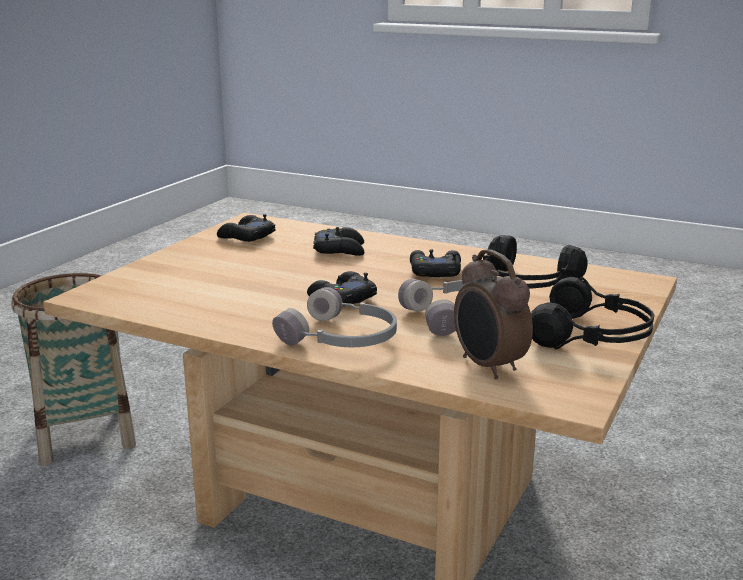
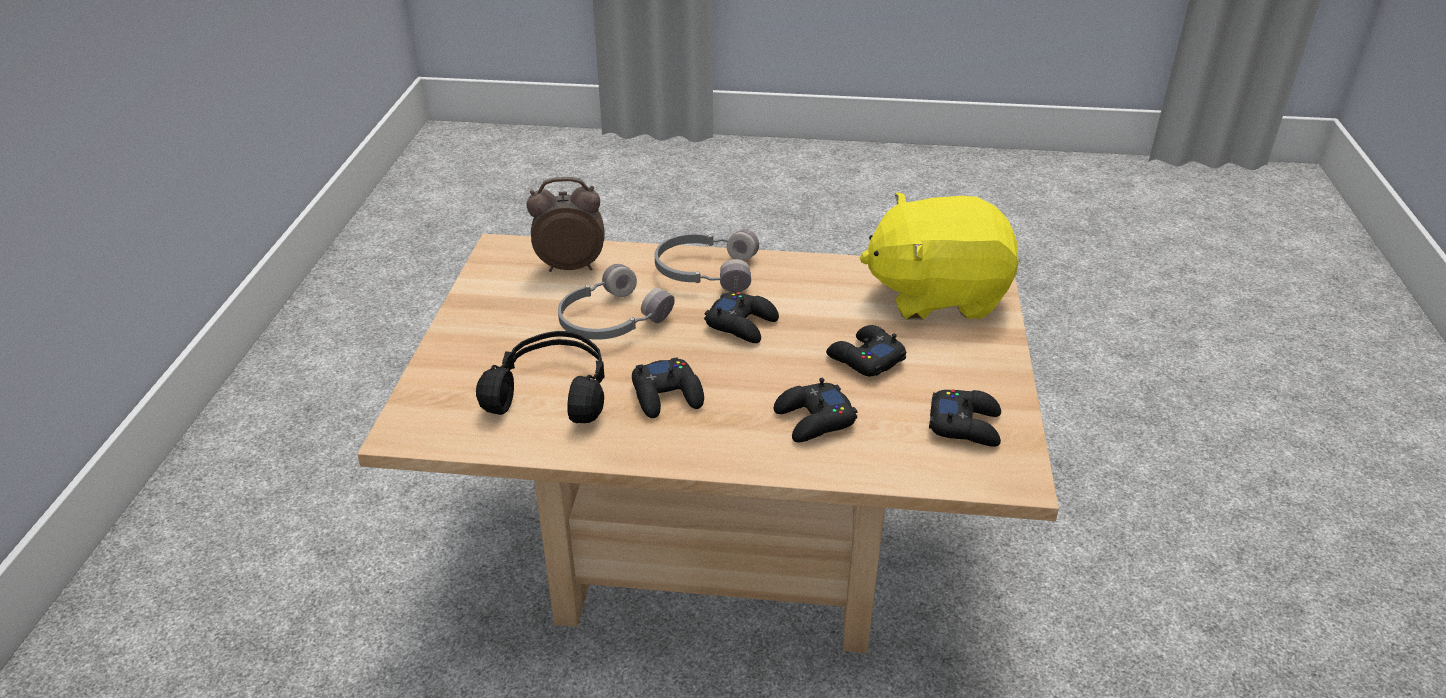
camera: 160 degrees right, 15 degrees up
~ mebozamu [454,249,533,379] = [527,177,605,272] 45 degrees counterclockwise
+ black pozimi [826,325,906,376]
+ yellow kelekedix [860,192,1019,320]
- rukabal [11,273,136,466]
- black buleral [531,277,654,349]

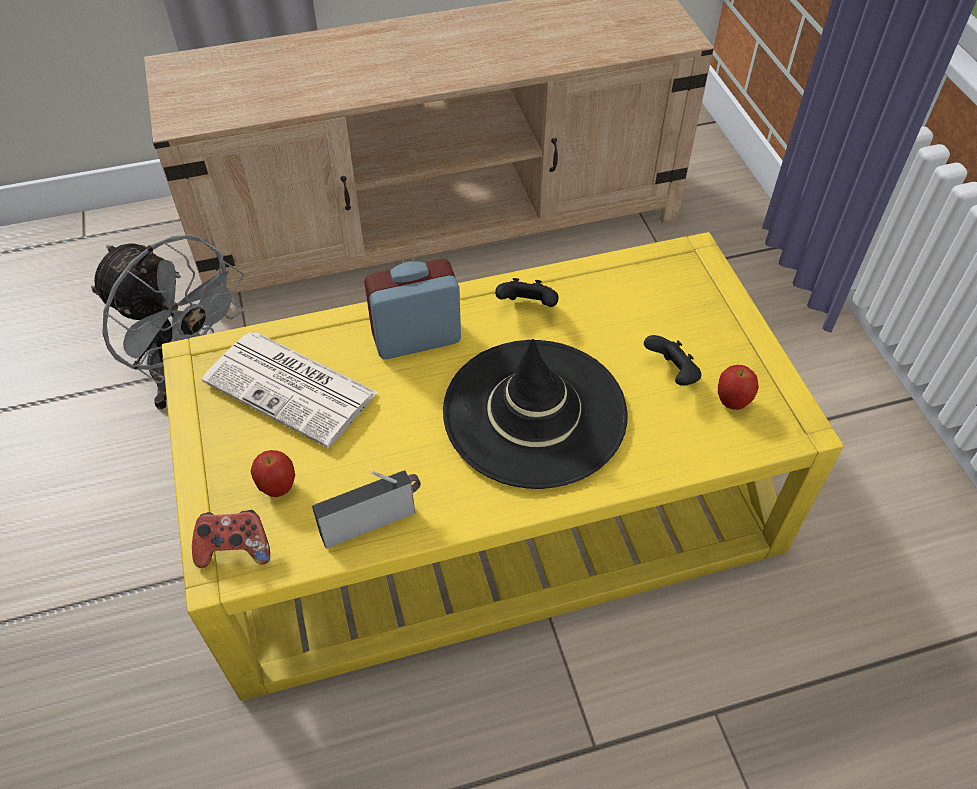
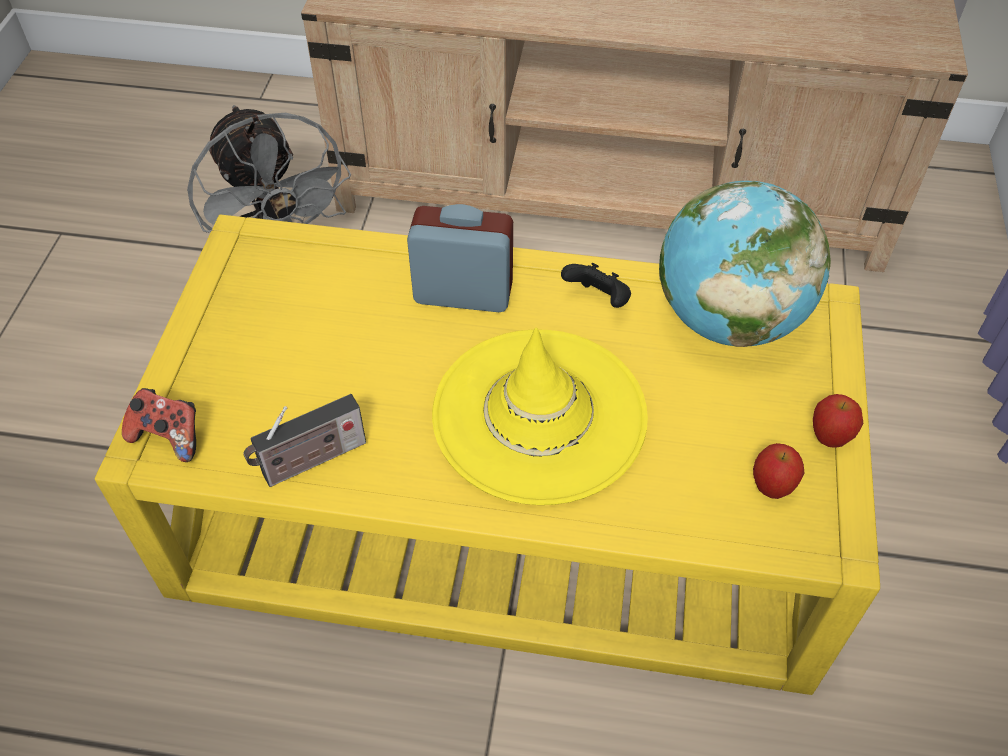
camera: 25 degrees right, 0 degrees up
~ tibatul [312,470,421,549] = [243,394,366,487] 150 degrees clockwise
~ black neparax [443,339,628,489] to yellow neparax [432,328,648,505]
+ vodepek [659,181,831,347]
~ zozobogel [251,450,295,497] to [813,394,863,448]
- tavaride [202,332,378,448]
- black pozimi [644,335,701,386]

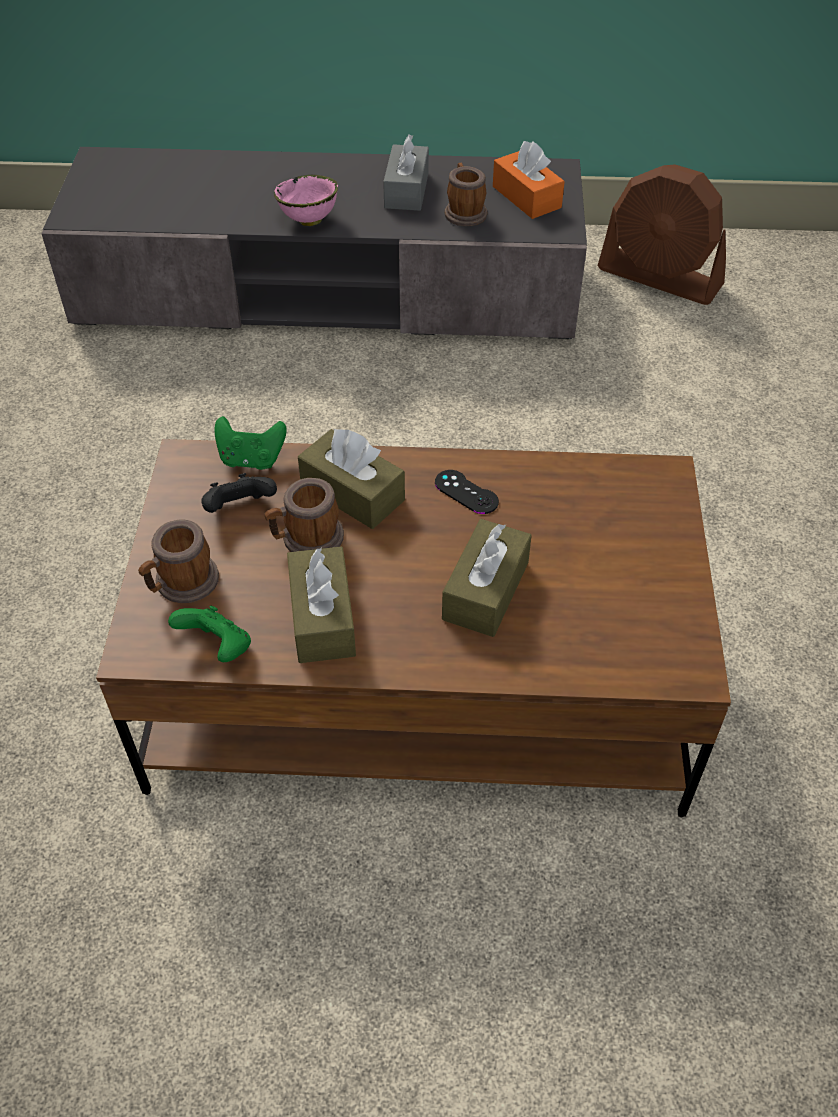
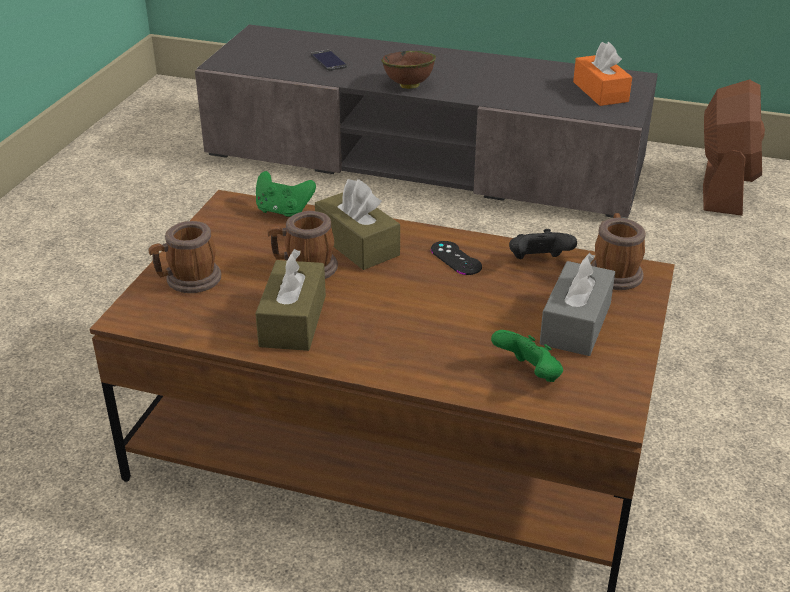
camera: 15 degrees right, 15 degrees down
+ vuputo [311,50,347,71]
~ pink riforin [274,174,338,226] to brown riforin [381,51,436,89]
~ green pozimi [168,606,251,662] to [491,330,563,382]
~ black pozimi [201,473,277,513] to [509,229,577,259]
~ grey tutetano [383,134,429,211] to [539,253,615,356]
~ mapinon [445,163,487,226] to [591,213,646,290]
~ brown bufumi [598,164,726,305] = [703,79,765,216] 120 degrees counterclockwise
- brown tutetano [442,519,532,637]

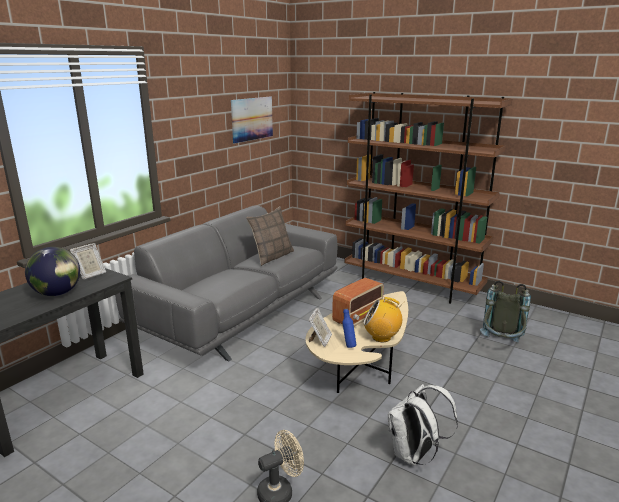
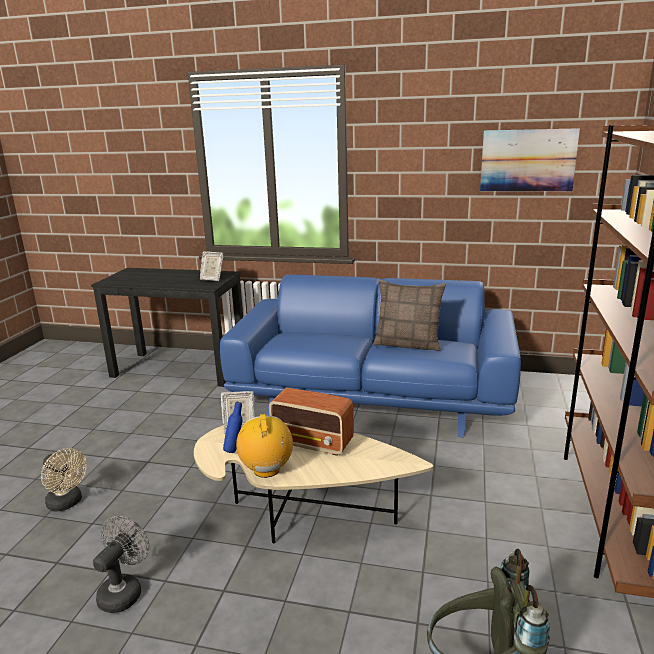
camera: 70 degrees right, 0 degrees up
~ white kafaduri [388,384,458,466] to grey bufumi [93,516,149,613]
~ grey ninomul [115,205,338,361] to blue ninomul [220,274,521,437]
- vodepek [25,247,80,296]

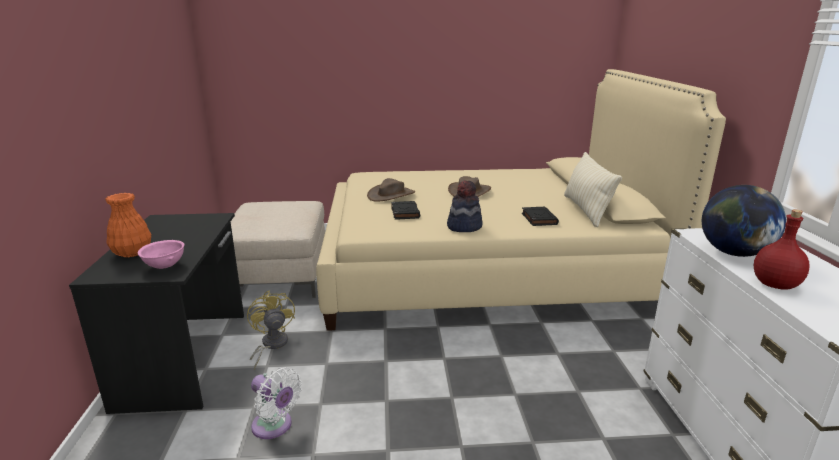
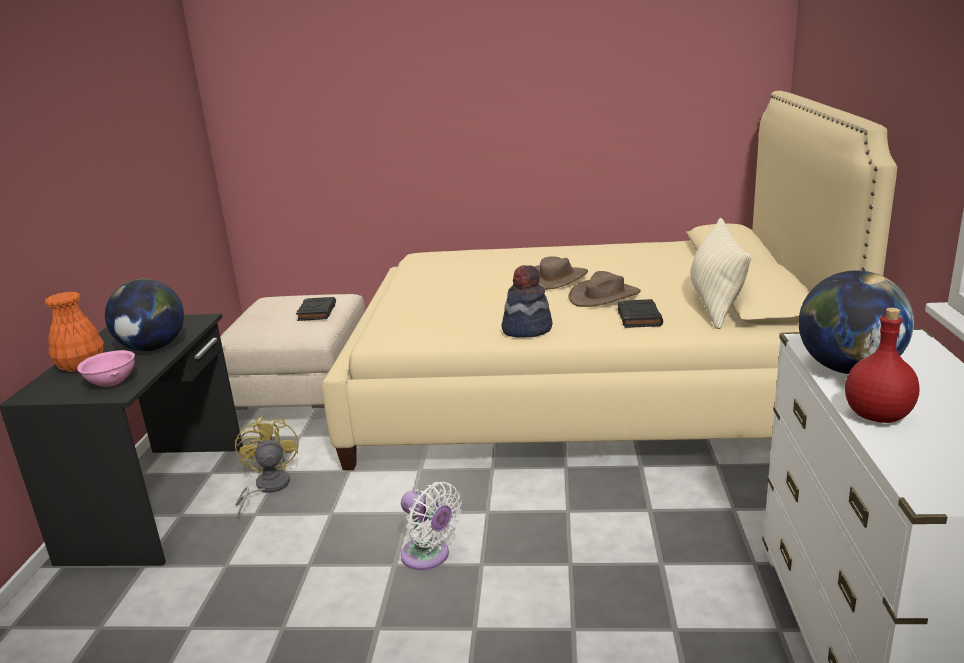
camera: 10 degrees right, 0 degrees up
+ vodepek [105,279,184,351]
~ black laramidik [391,201,420,220] to [296,297,336,321]
~ white bufumi [251,367,302,439] to [401,482,462,570]
~ brown neparax [367,178,415,202] to [568,271,641,307]

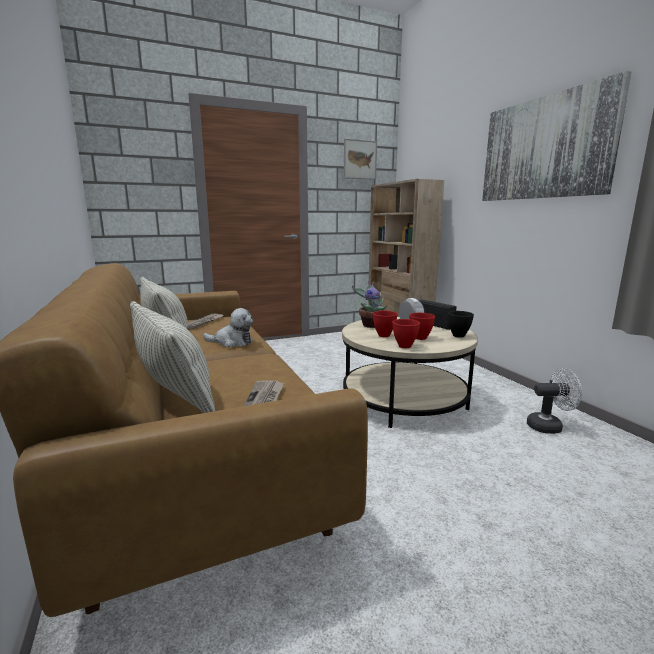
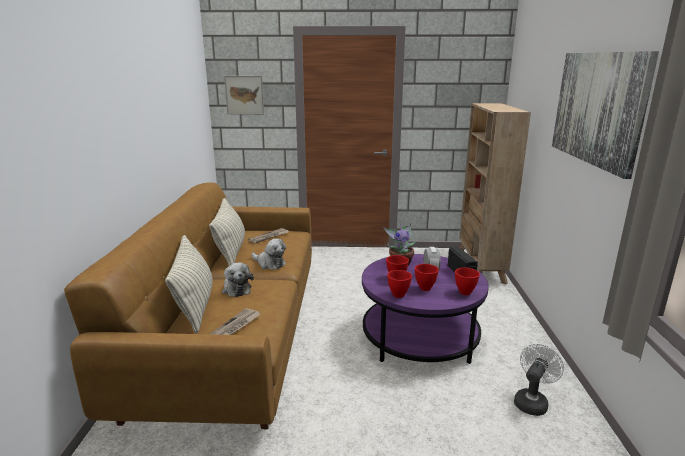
camera: 25 degrees right, 5 degrees up
+ kelekedix [222,262,254,297]
~ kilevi [344,139,377,180] to [224,76,264,115]
~ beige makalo [342,317,478,428] to purple makalo [362,254,489,364]
~ black riforin [448,311,474,338] to red riforin [455,268,480,295]
~ white bufumi [527,368,582,434] = [514,344,564,416] 75 degrees counterclockwise

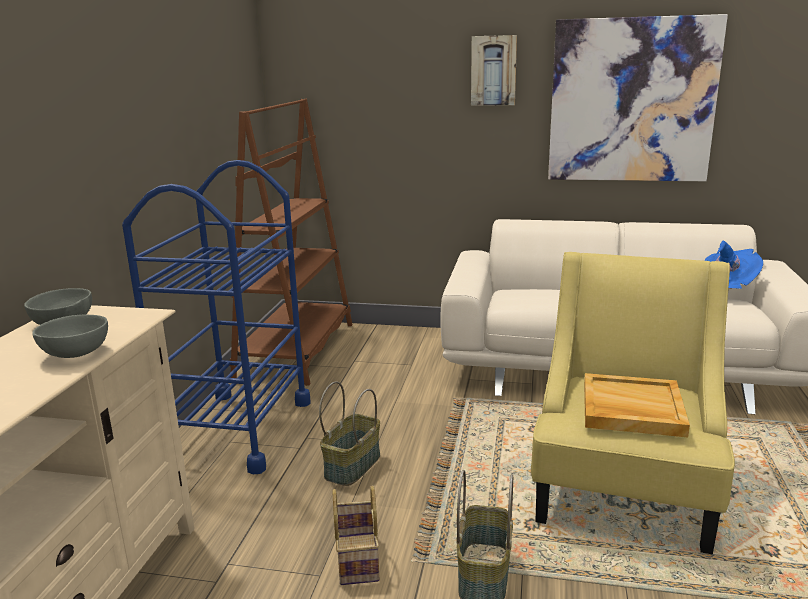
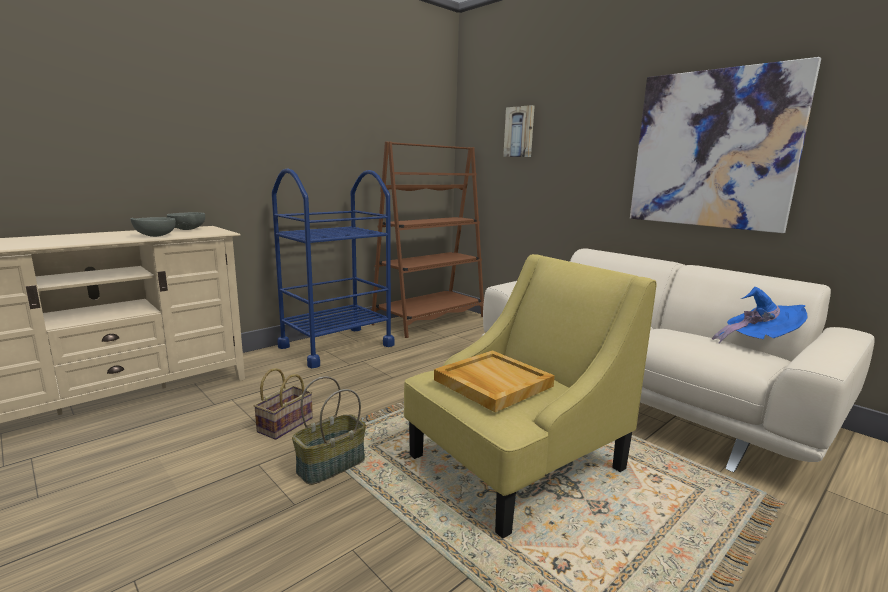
camera: 35 degrees right, 5 degrees down
~ kilevi [471,35,517,106] to [503,105,534,157]
- rukabal [319,381,380,486]

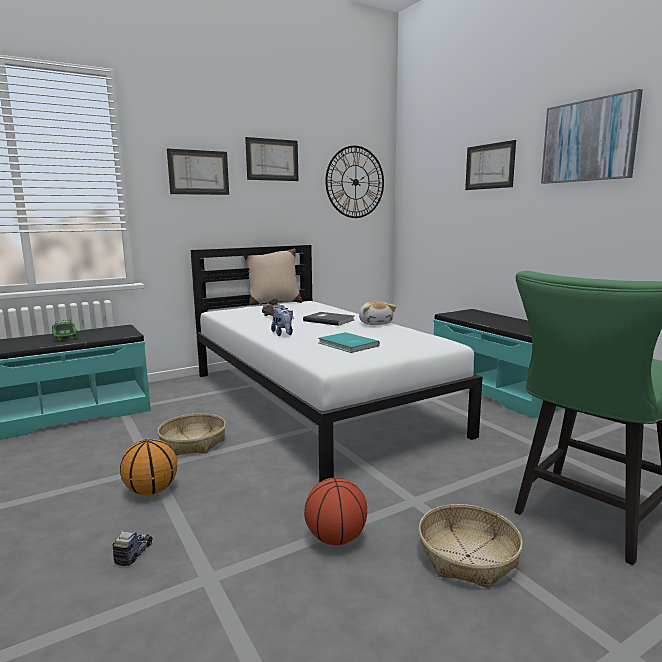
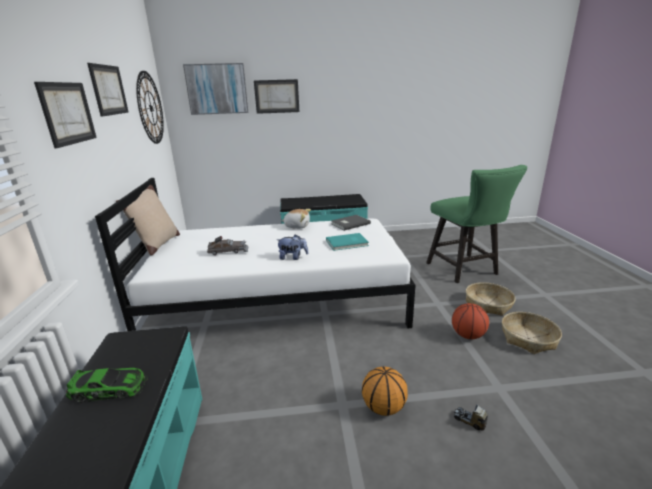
camera: 65 degrees left, 10 degrees up
~ kilevi [541,89,643,184] to [183,63,249,115]
~ grey laramidik [303,312,354,326] to [332,215,371,231]
~ rukabal [157,413,226,456] to [502,312,562,354]

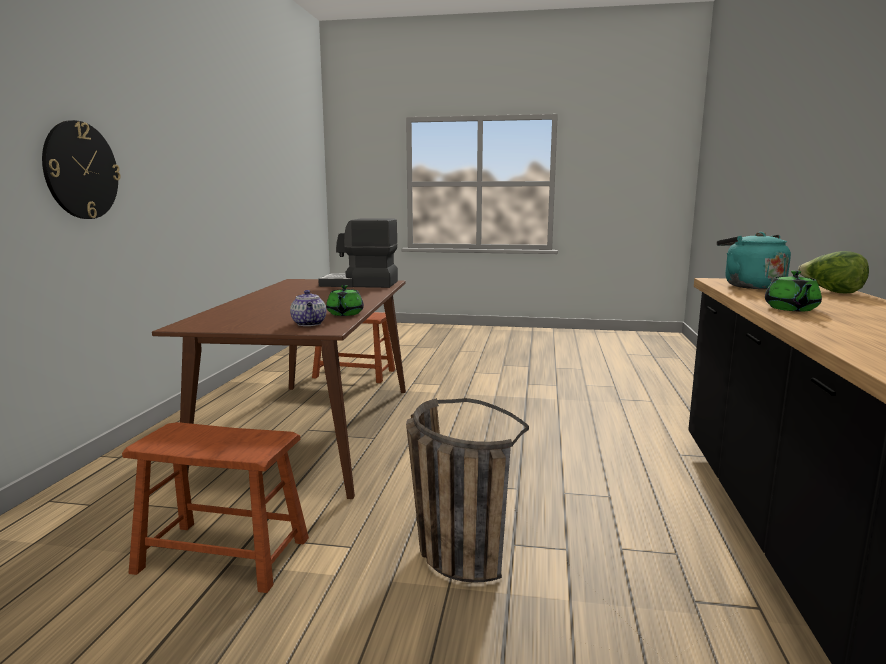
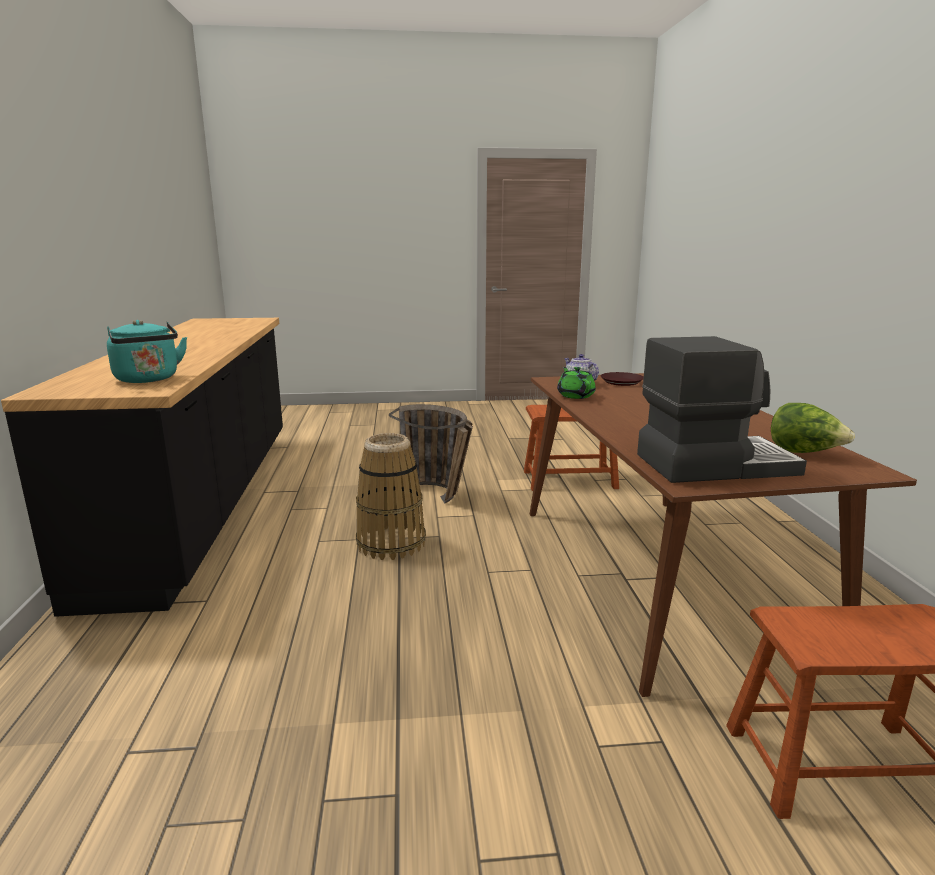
camera: 165 degrees right, 5 degrees up
+ rukabal [356,433,426,560]
+ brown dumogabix [601,372,644,386]
~ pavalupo [798,251,869,294] to [771,403,855,453]
- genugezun [42,120,121,219]
- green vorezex [765,270,822,311]

